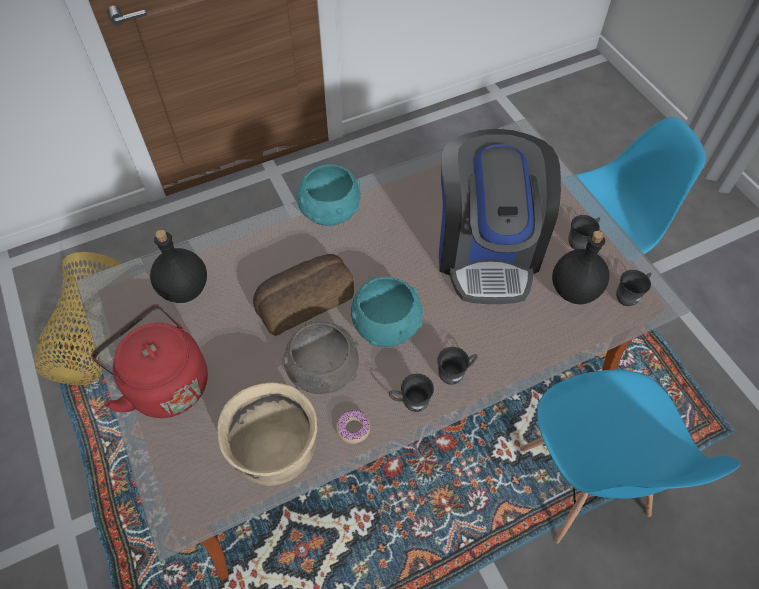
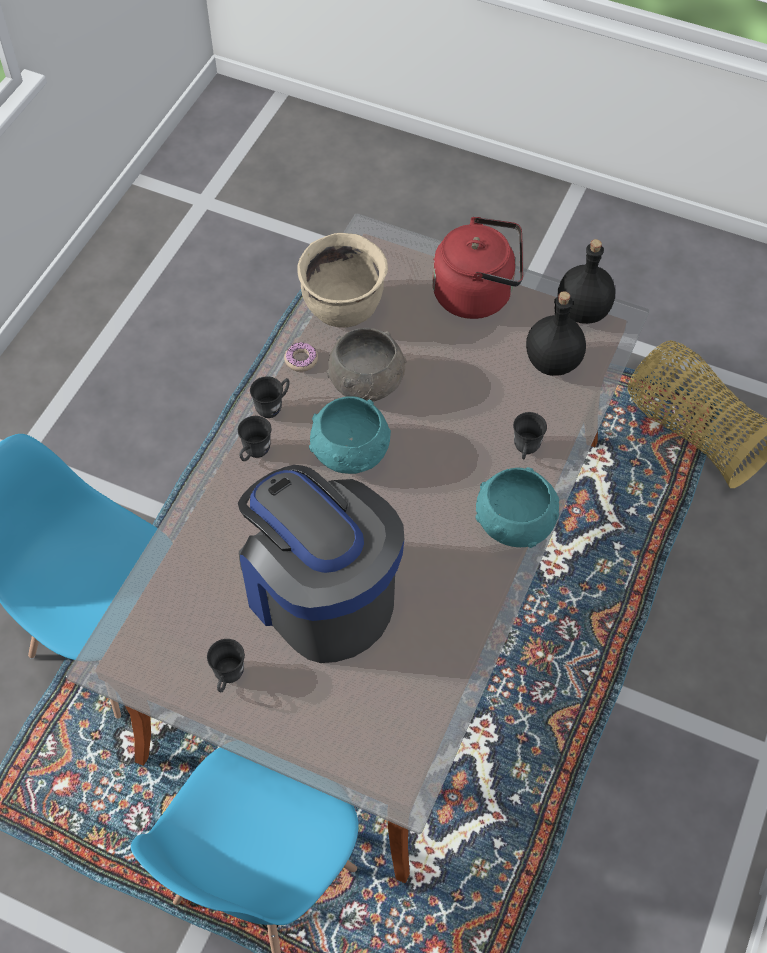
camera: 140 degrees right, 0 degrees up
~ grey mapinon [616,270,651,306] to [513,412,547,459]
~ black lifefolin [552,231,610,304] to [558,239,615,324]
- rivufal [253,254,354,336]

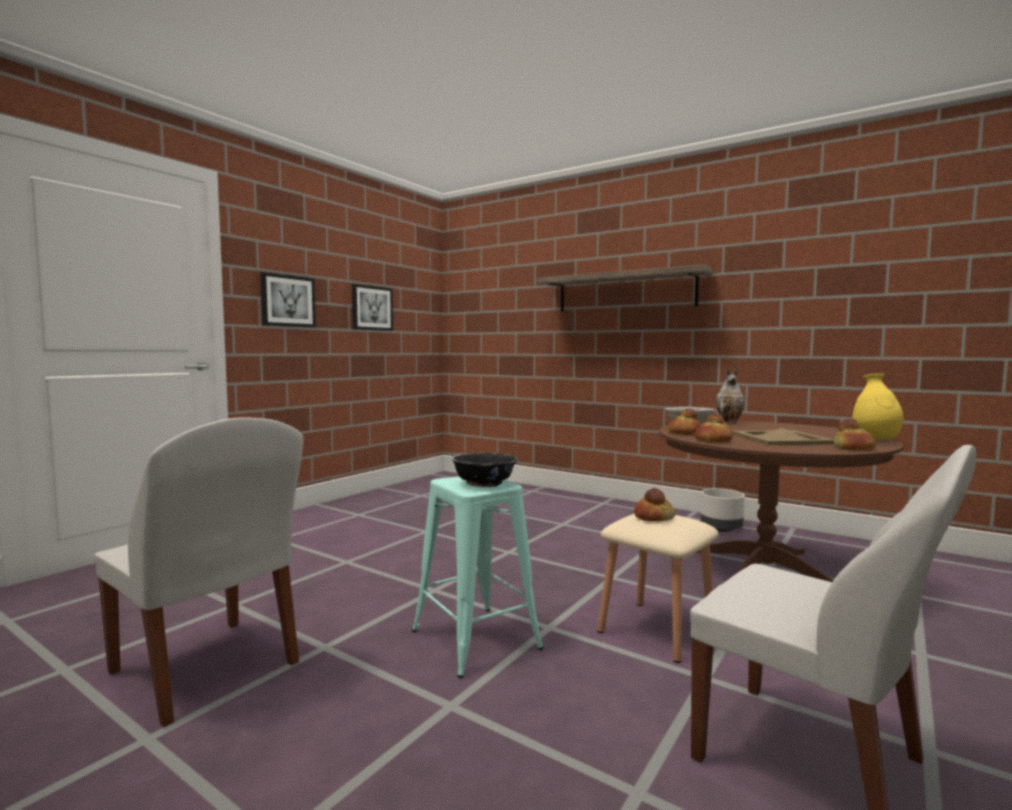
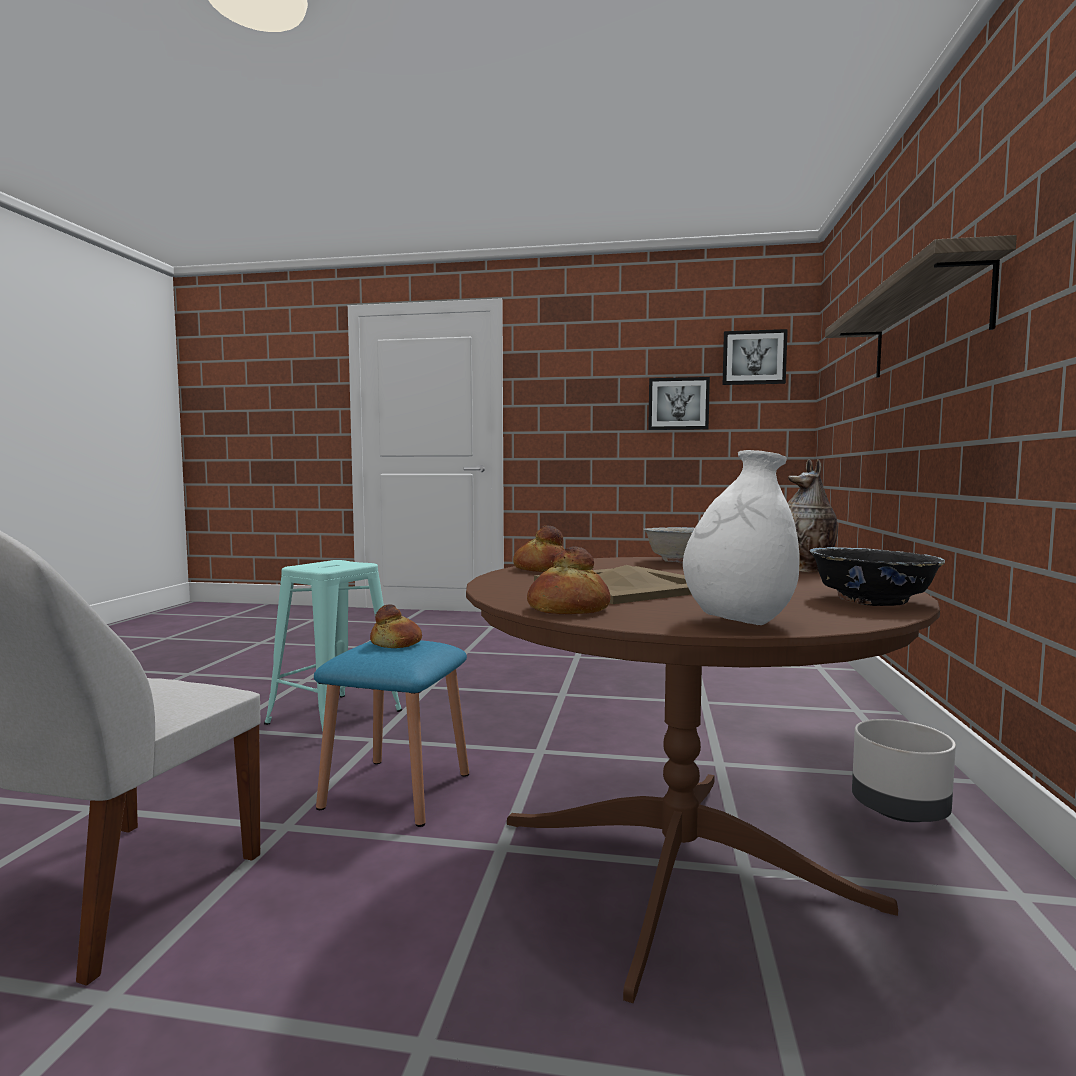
camera: 65 degrees right, 0 degrees up
~ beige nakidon [597,514,719,663] to blue nakidon [314,640,469,827]
~ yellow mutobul [852,373,904,440] to white mutobul [683,450,800,625]
~ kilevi [260,272,316,328] to [723,329,788,385]
~ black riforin [451,453,518,487] to [809,547,945,606]
- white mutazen [94,417,304,727]
- rivufal [668,409,701,435]

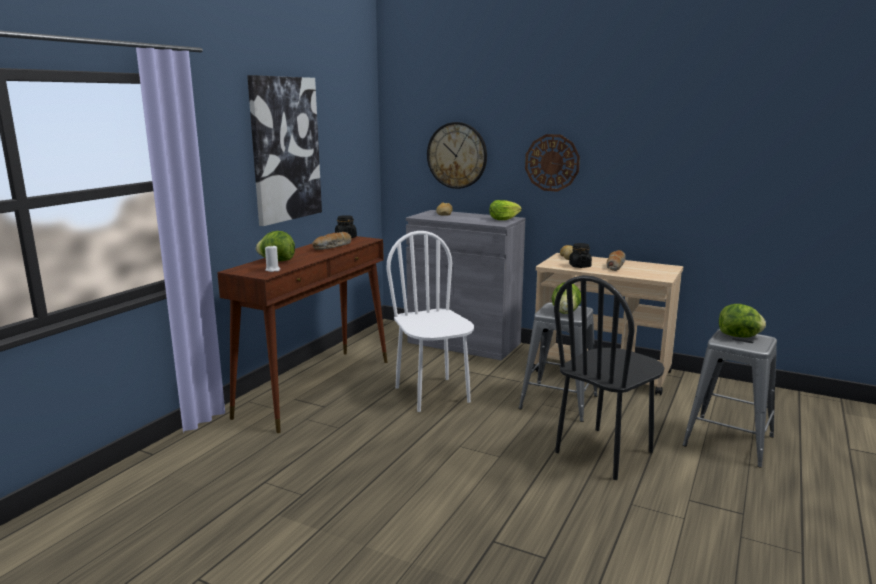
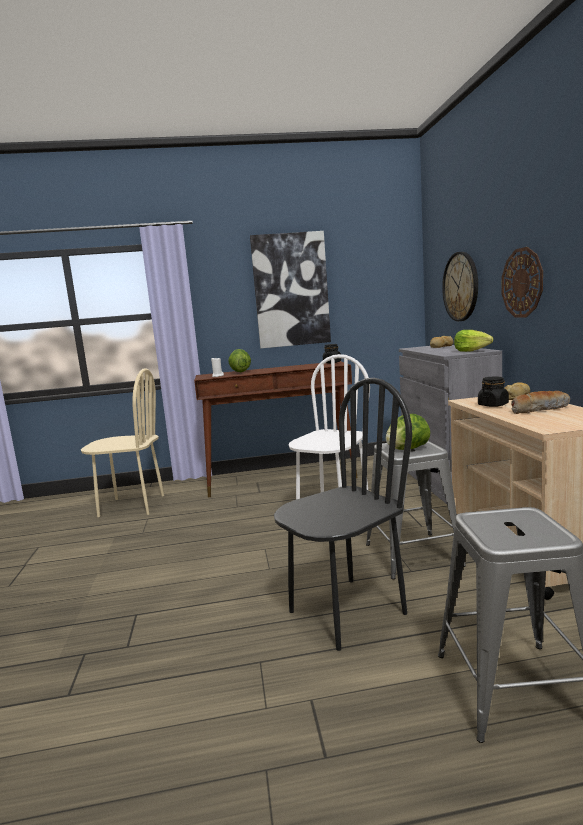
camera: 55 degrees right, 5 degrees down
+ beige mutazen [81,368,164,517]
~ black mutazen [554,275,664,480] = [274,378,412,651] 135 degrees clockwise
- rivufal [312,232,352,250]
- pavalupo [719,304,766,337]

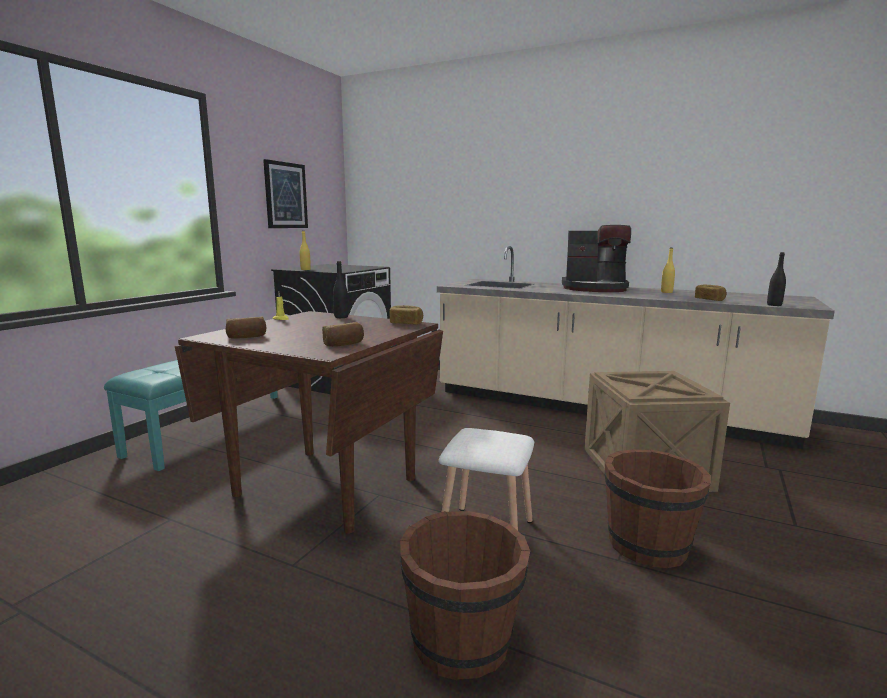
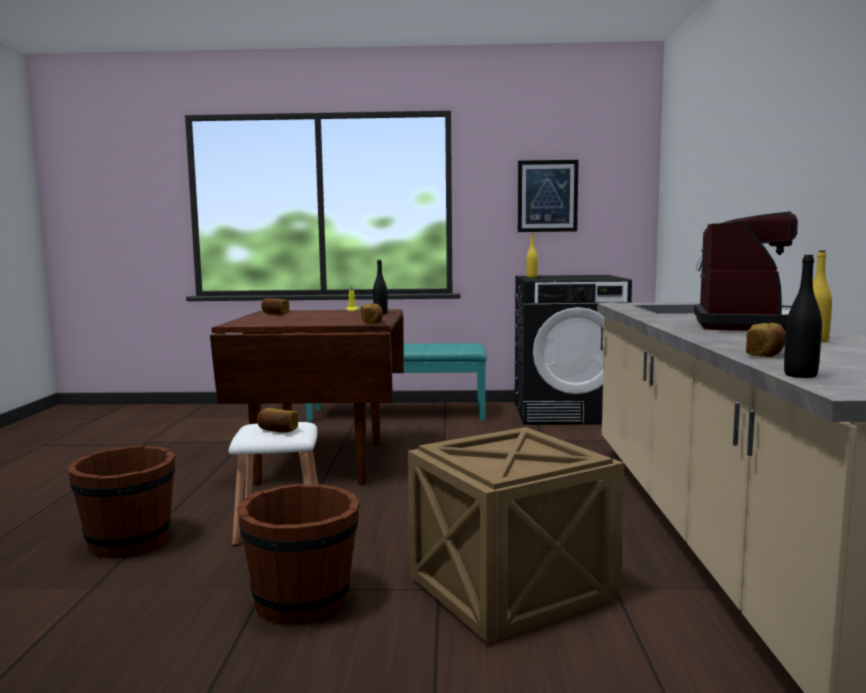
camera: 65 degrees right, 5 degrees down
~ rivufal [322,322,364,347] to [257,408,298,433]
~ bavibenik [562,225,631,292] = [694,211,798,331] 150 degrees counterclockwise

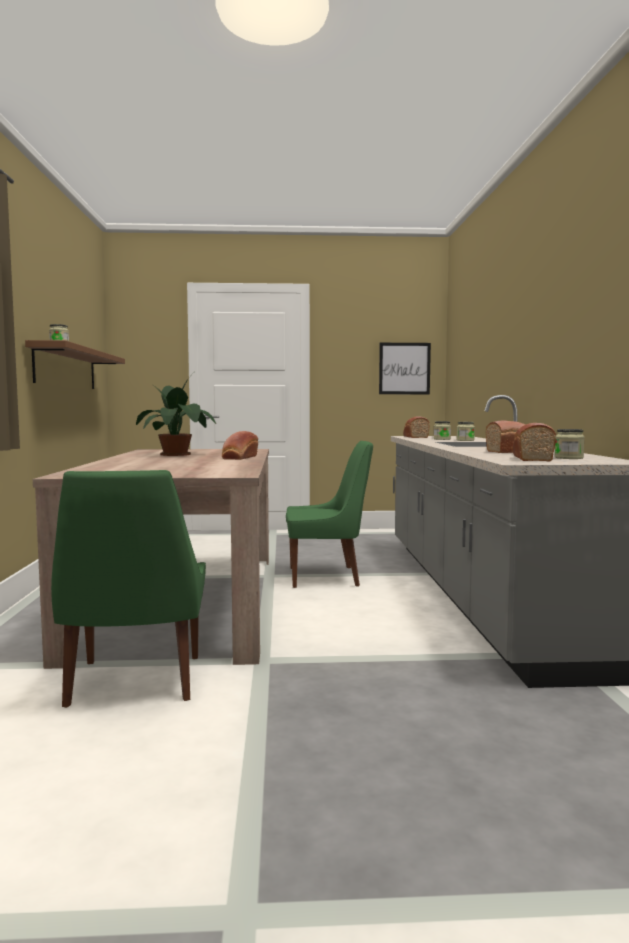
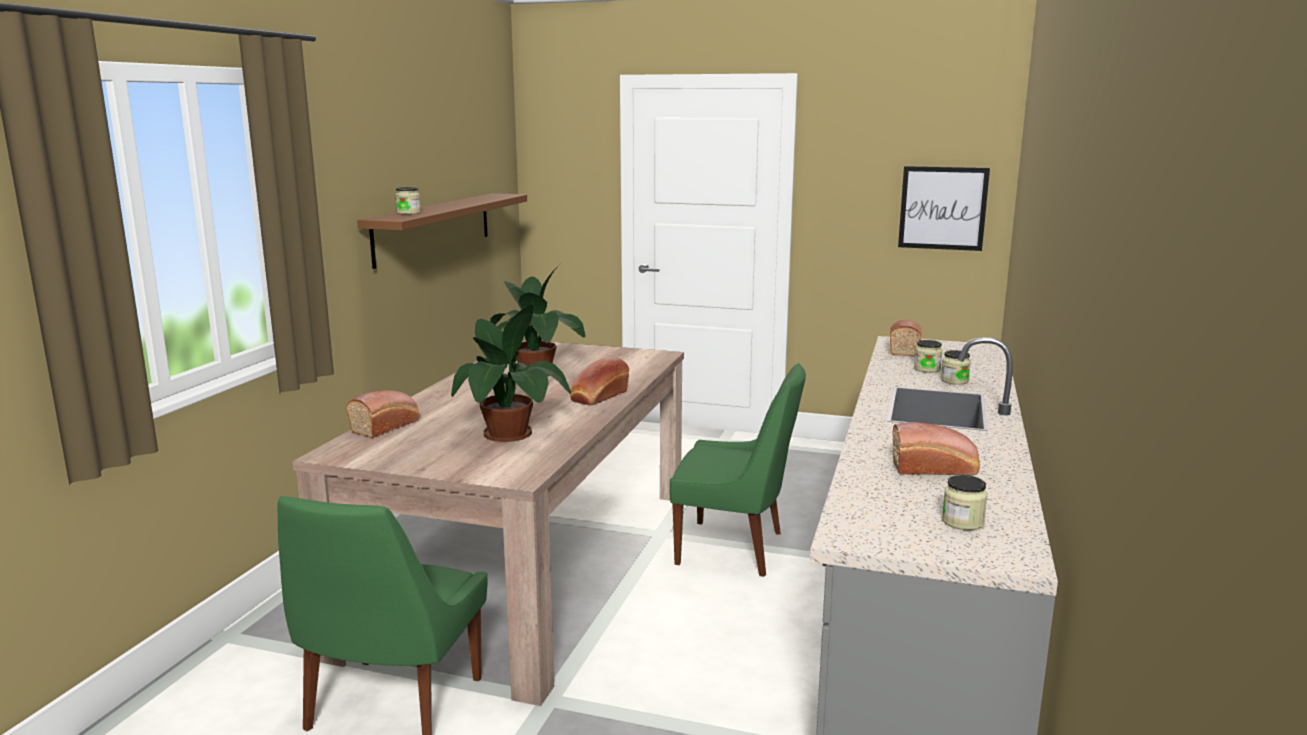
camera: 20 degrees right, 10 degrees up
~ rivufal [513,423,556,461] to [347,390,420,438]
+ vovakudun [451,305,571,442]

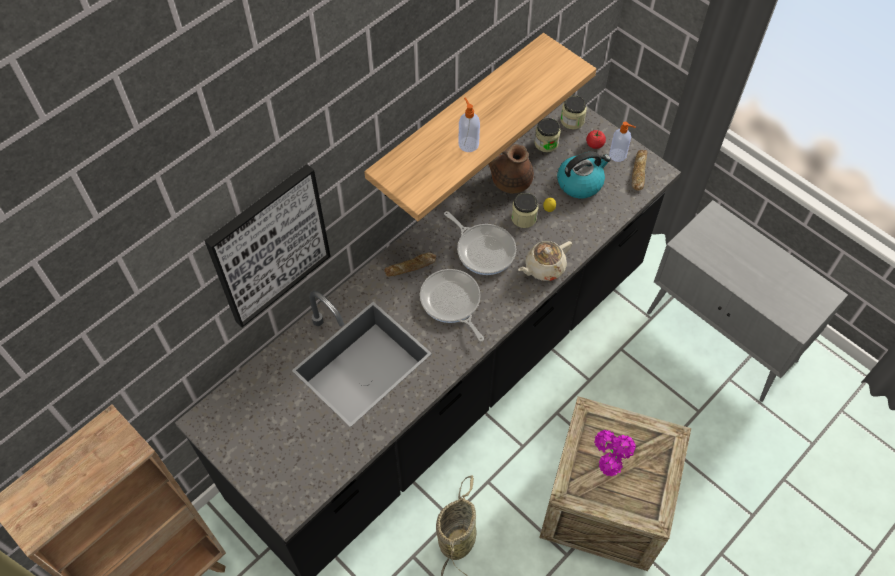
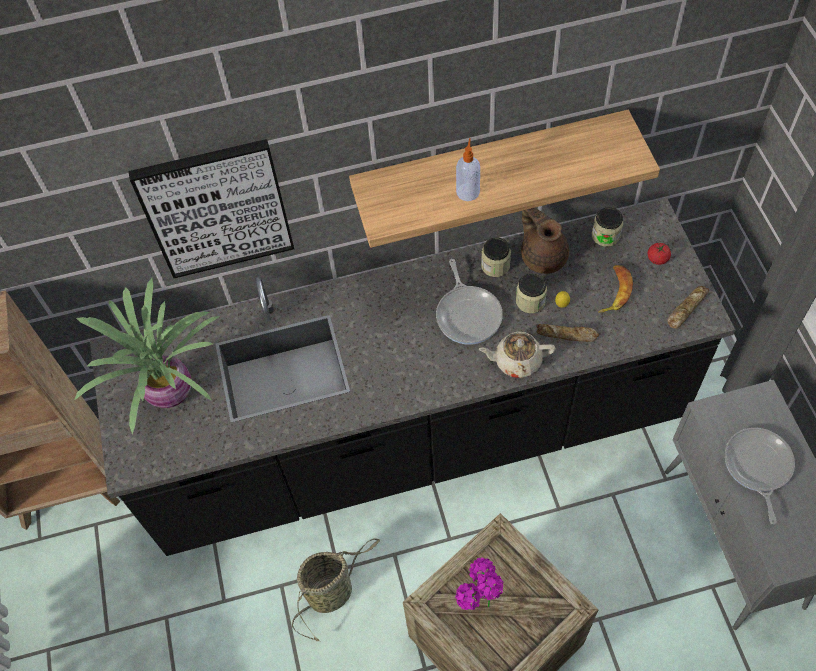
camera: 35 degrees right, 0 degrees up
+ vovakudun [74,278,220,434]
~ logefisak [560,95,587,129] to [481,238,511,277]
~ rivufal [384,253,436,277] to [537,324,599,342]
~ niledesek [557,151,611,198] to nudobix [598,265,633,313]
~ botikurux [420,269,484,341] to [725,428,795,524]
- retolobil [609,122,635,162]

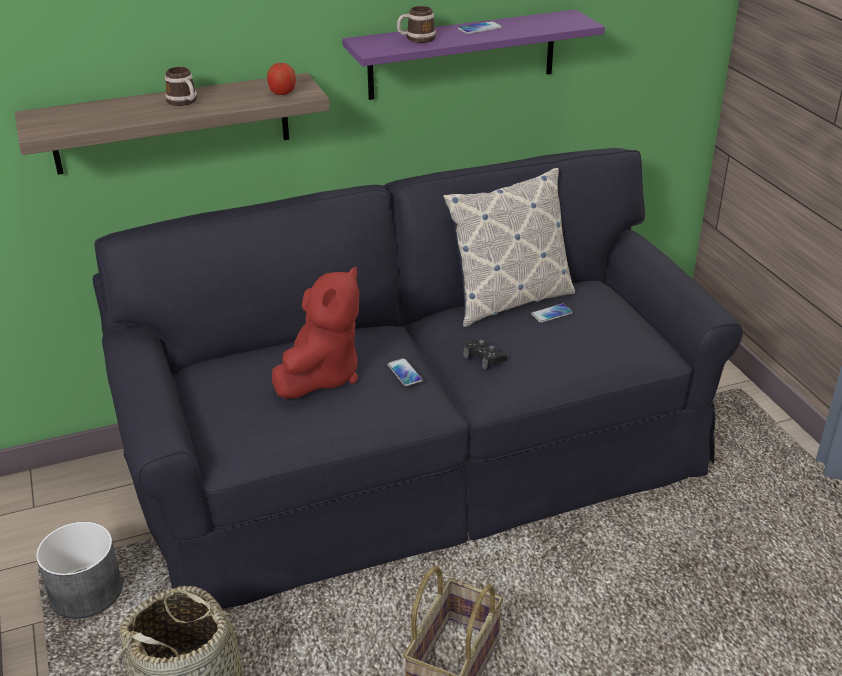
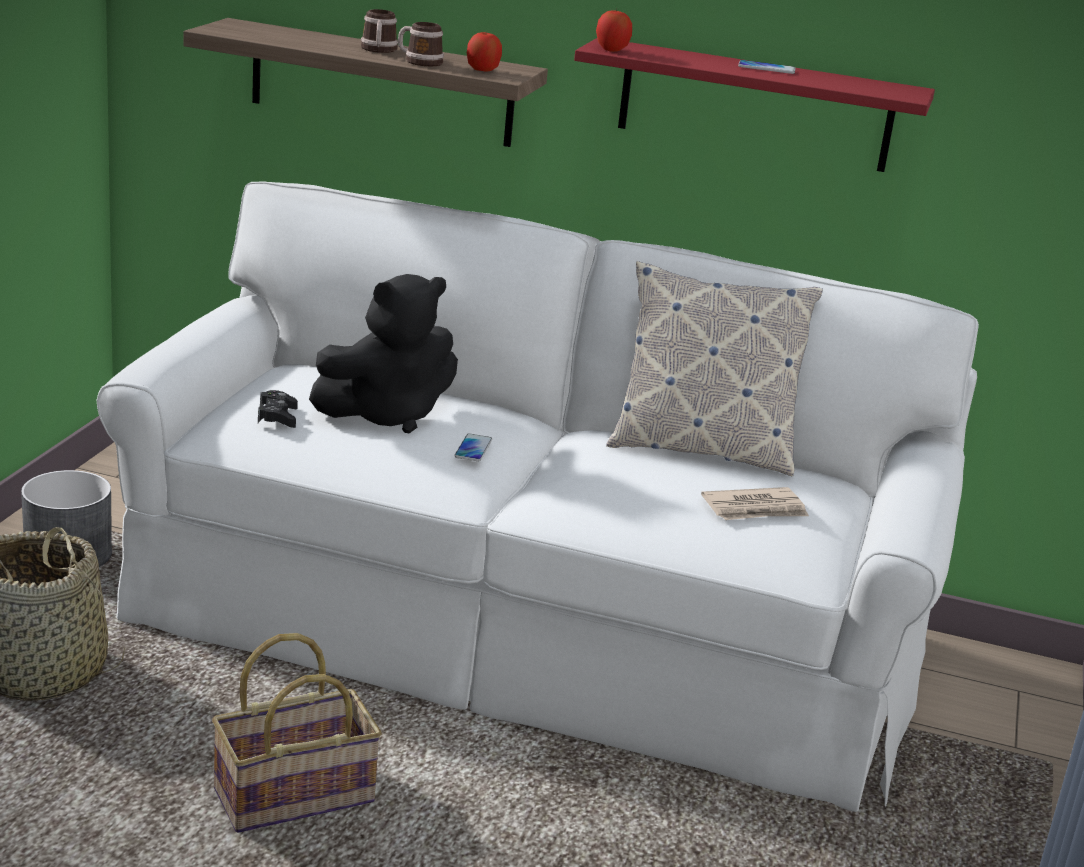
camera: 35 degrees right, 10 degrees down
~ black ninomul [93,148,743,609] to white ninomul [97,181,979,812]
~ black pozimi [463,339,507,369] to [258,390,298,428]
~ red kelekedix [272,267,359,399] to black kelekedix [309,274,458,433]
~ mapinon [397,6,436,43] to [398,22,444,66]
~ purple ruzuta [342,9,605,100] to red ruzuta [574,38,935,172]
+ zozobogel [596,9,632,52]
+ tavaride [701,487,809,520]
- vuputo [531,304,573,323]

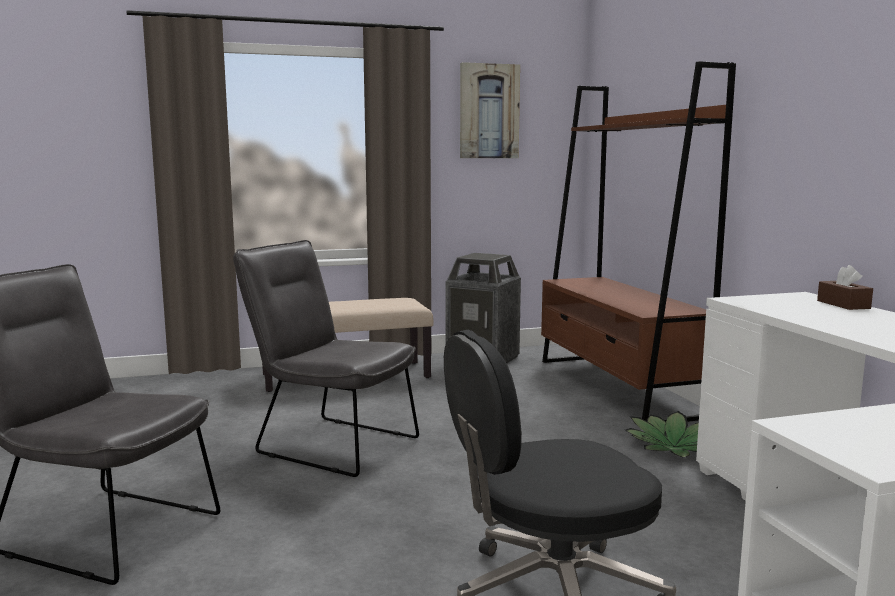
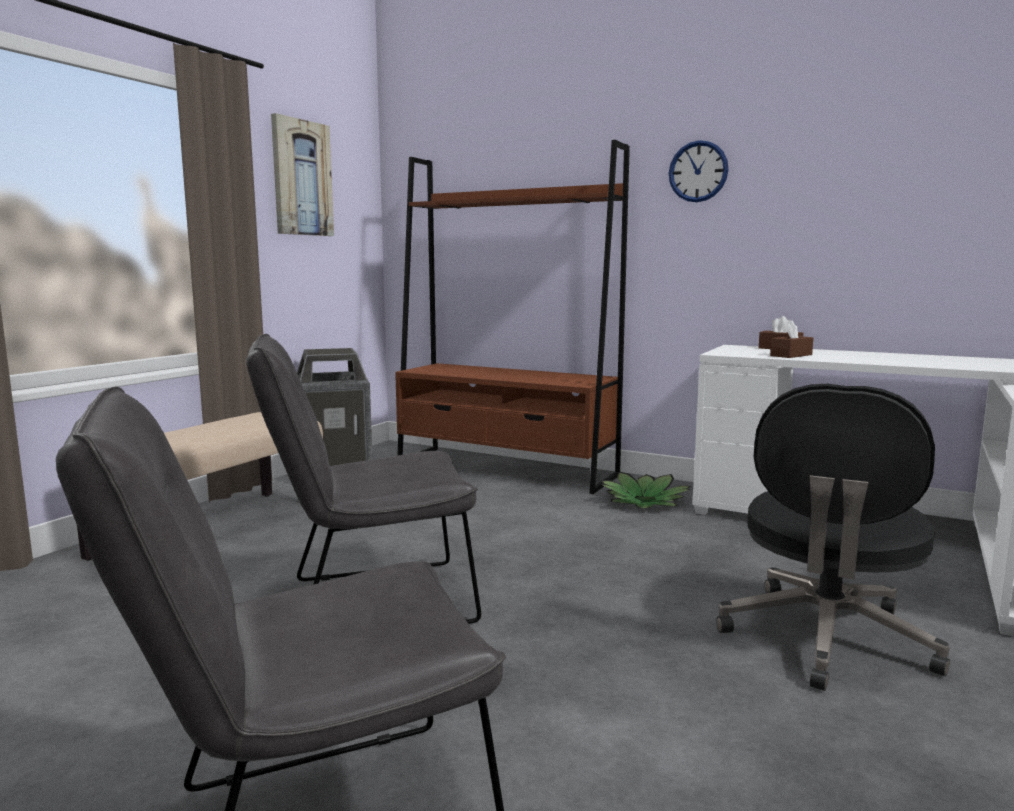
camera: 45 degrees left, 0 degrees up
+ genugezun [669,140,728,202]
+ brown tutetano [770,320,813,358]

